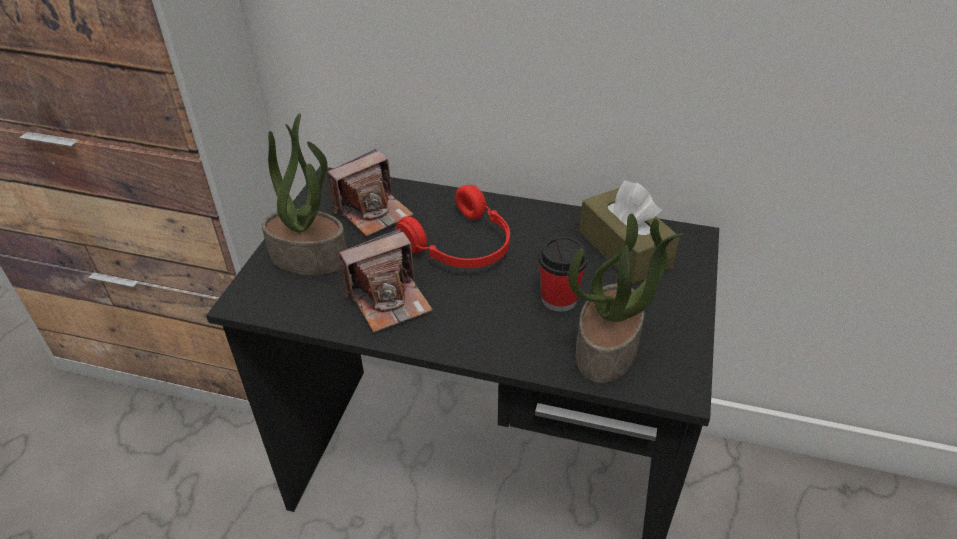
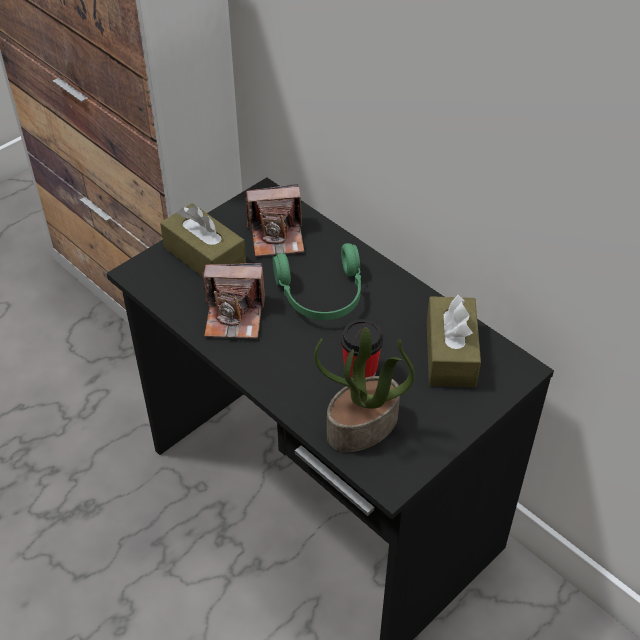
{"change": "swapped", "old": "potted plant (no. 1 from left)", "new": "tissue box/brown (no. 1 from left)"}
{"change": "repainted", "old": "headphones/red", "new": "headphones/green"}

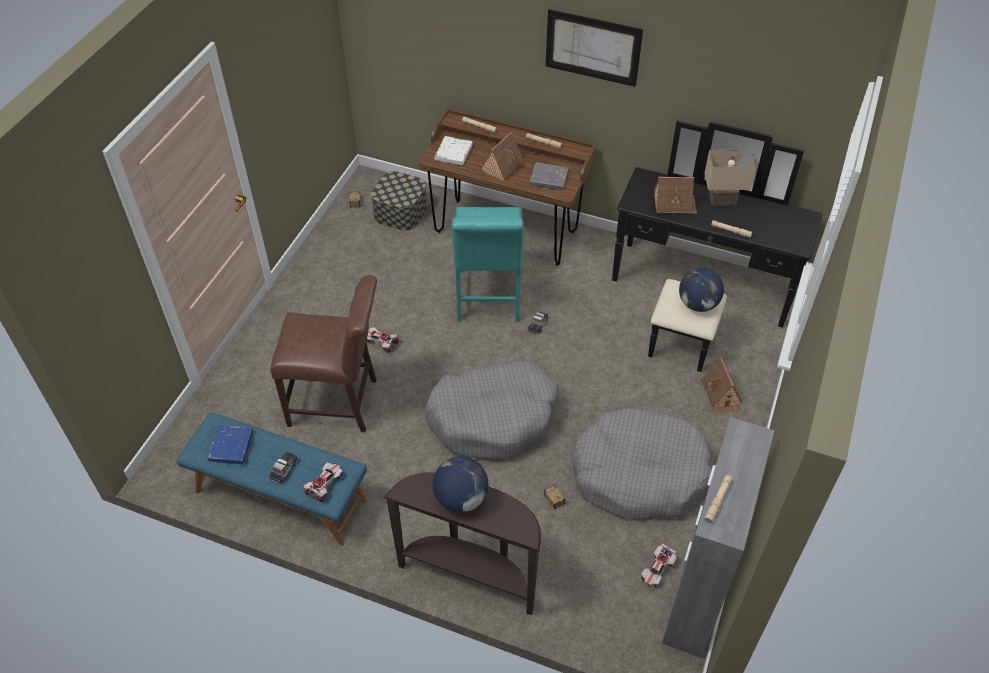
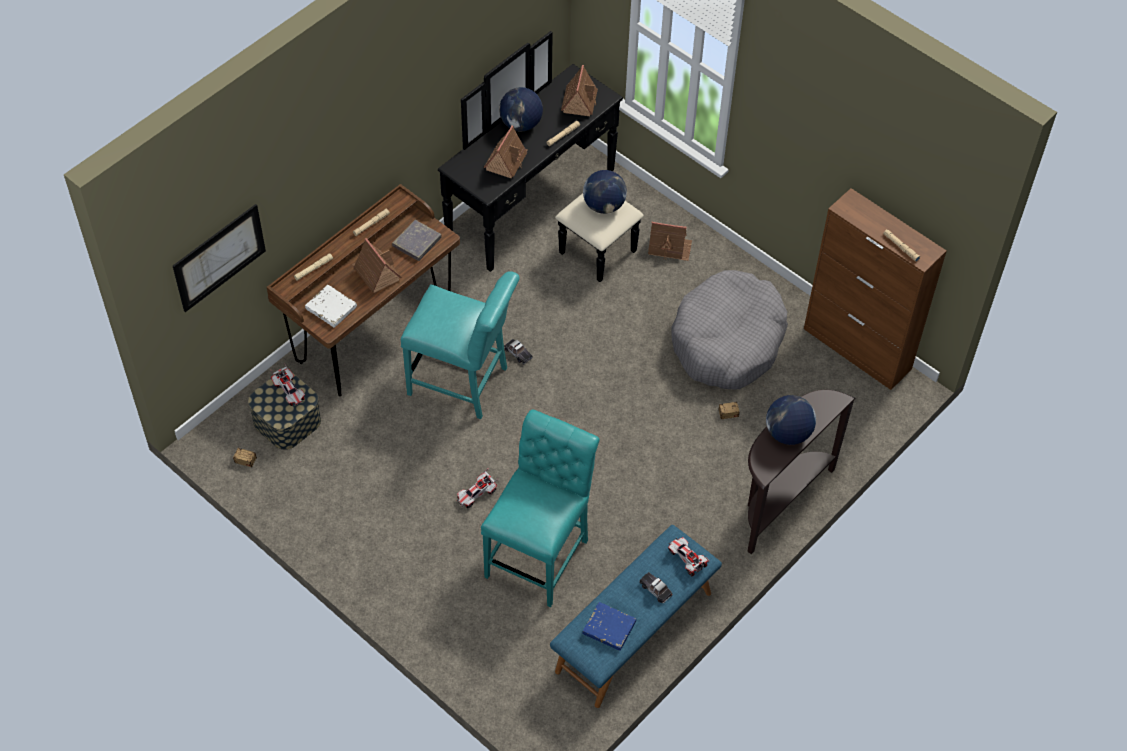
{"change": "shifted", "old": "picture"}
{"change": "swapped", "old": "table lamp/beige", "new": "globe (no. 1 from left)"}
{"change": "repainted", "old": "chair/brown", "new": "chair/turquoise (no. 2 from left)"}
{"change": "gone", "old": "dog bed/grey (no. 1 from left)"}
{"change": "repainted", "old": "cabinet/grey", "new": "cabinet/brown"}
{"change": "shifted", "old": "toy car (no. 5 from left in the first image)", "new": "toy car (no. 1 from left)"}
{"change": "new", "new": "toy house (no. 3 from left)"}

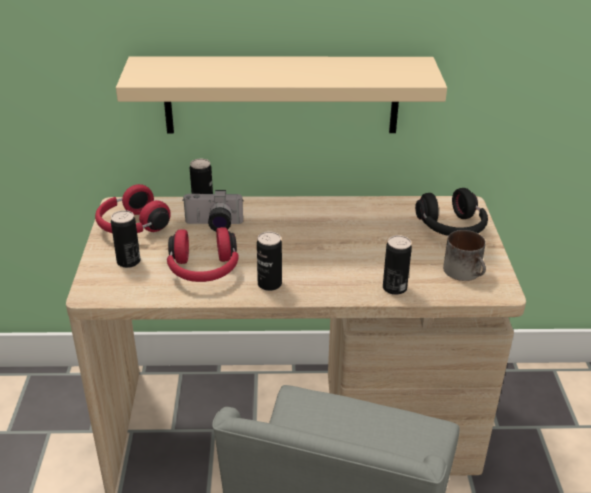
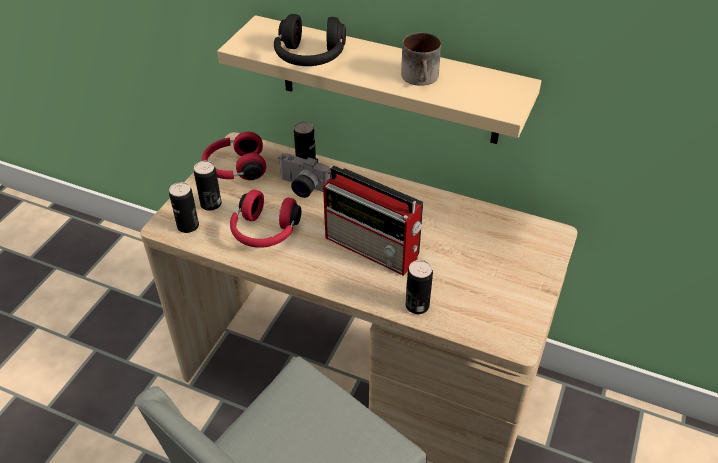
{"change": "shifted", "old": "headphones/black"}
{"change": "shifted", "old": "mug"}
{"change": "shifted", "old": "can (no. 3 from left in the first image)", "new": "can (no. 1 from left)"}
{"change": "new", "new": "radio"}

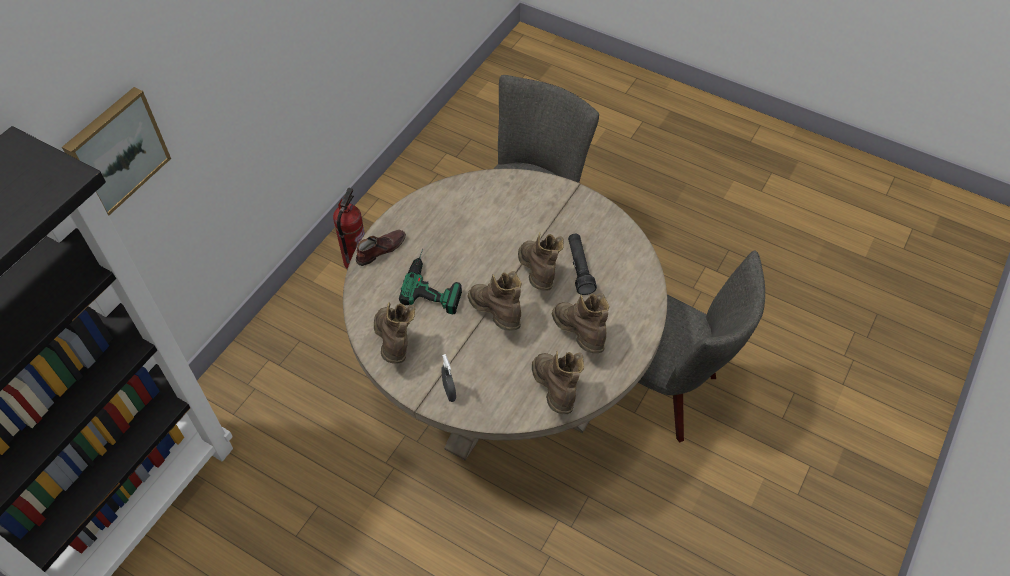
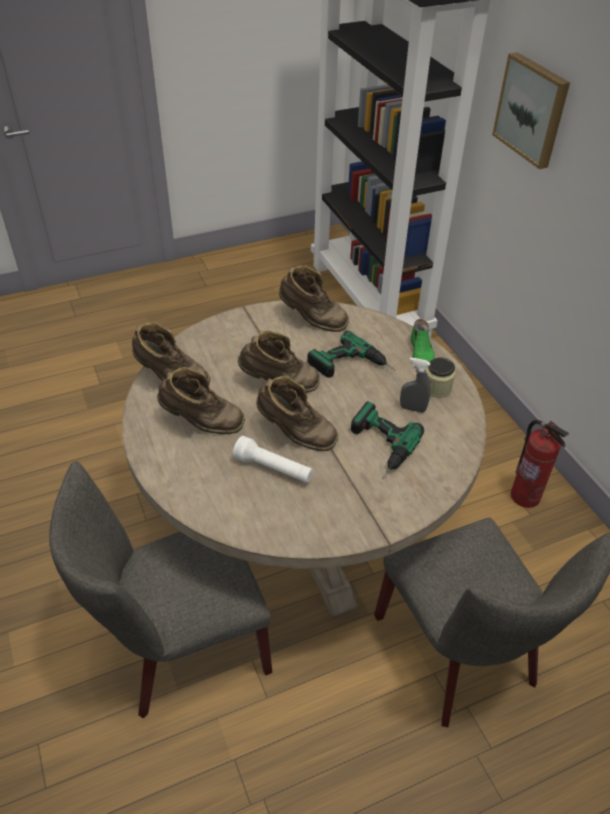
{"change": "repainted", "old": "shoe/brown", "new": "shoe/green"}
{"change": "repainted", "old": "flashlight/black", "new": "flashlight/white"}
{"change": "shifted", "old": "spray bottle/grey"}
{"change": "new", "new": "jar"}
{"change": "new", "new": "power drill (no. 2 from left)"}

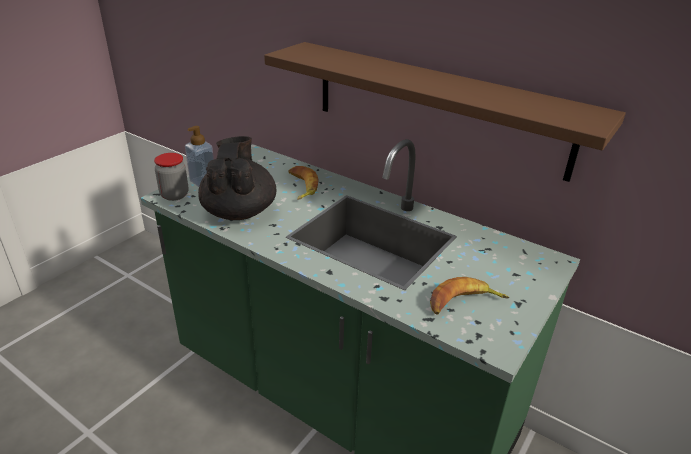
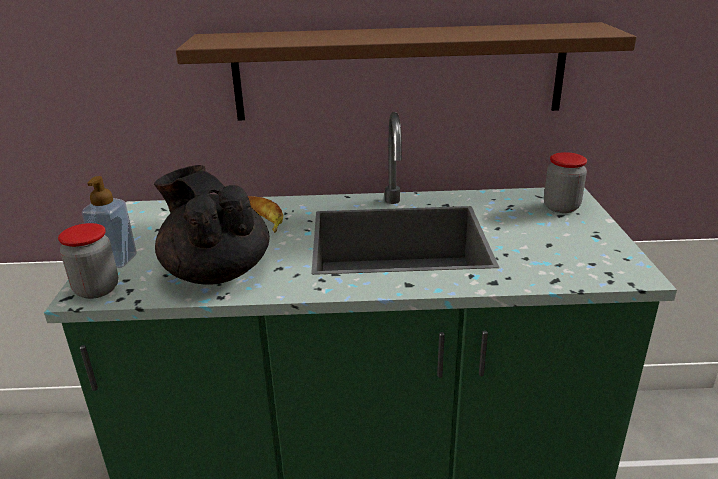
{"change": "gone", "old": "banana (no. 2 from left)"}
{"change": "new", "new": "jar (no. 2 from left)"}

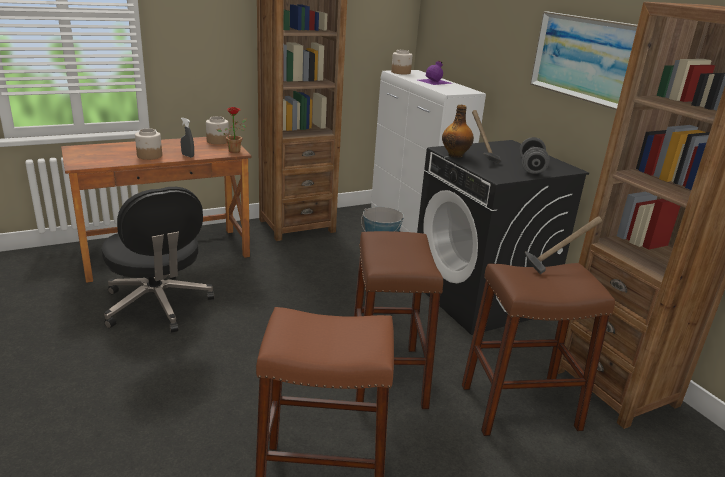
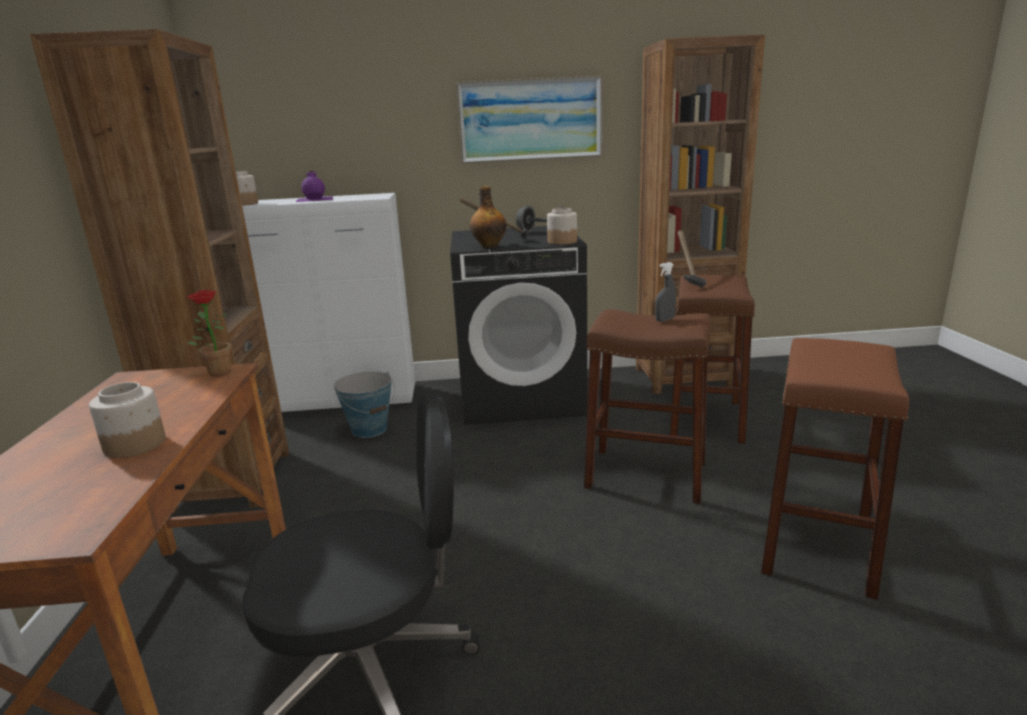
{"change": "shifted", "old": "jar (no. 2 from left in the first image)", "new": "jar (no. 3 from left)"}
{"change": "shifted", "old": "spray bottle/grey"}

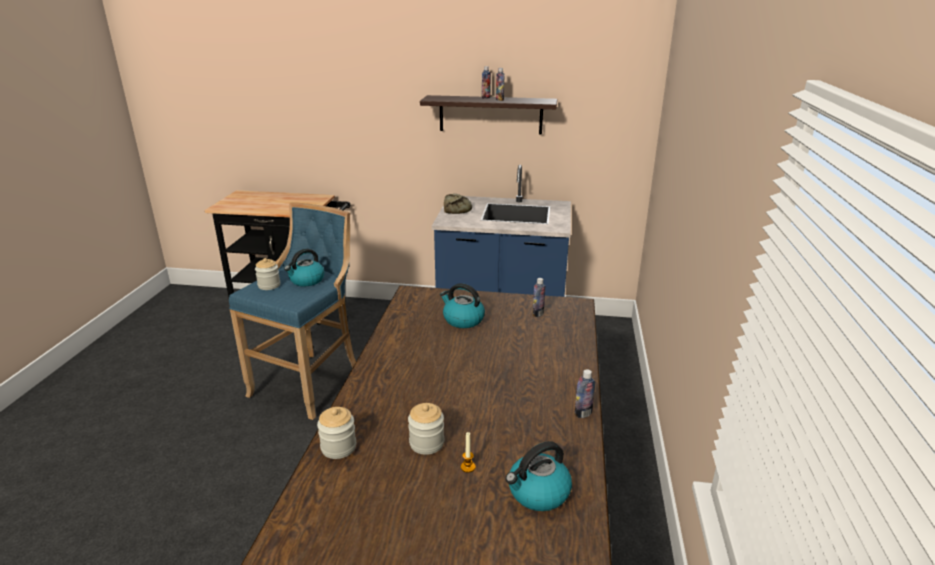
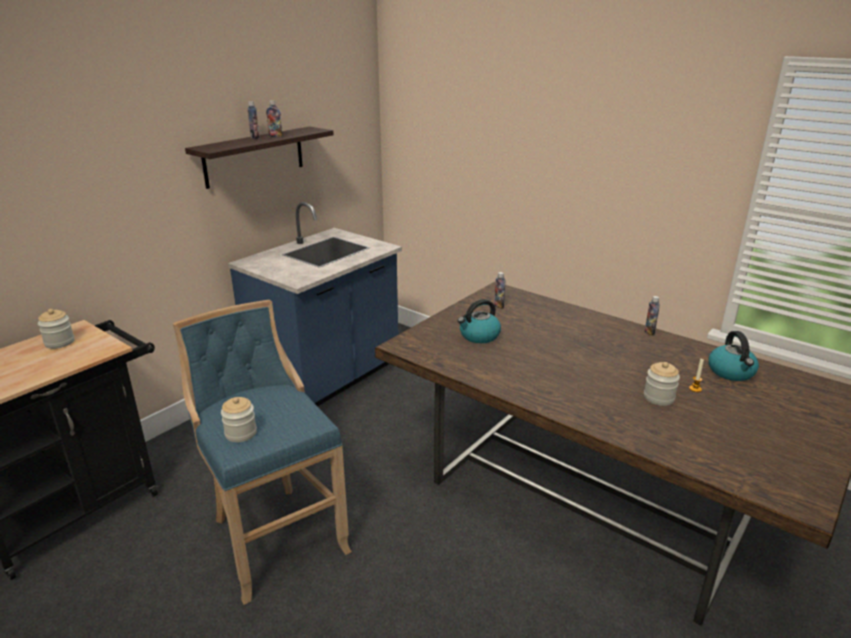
{"change": "gone", "old": "bread"}
{"change": "gone", "old": "kettle (no. 1 from left)"}
{"change": "shifted", "old": "jar (no. 2 from left in the first image)", "new": "jar (no. 1 from left)"}

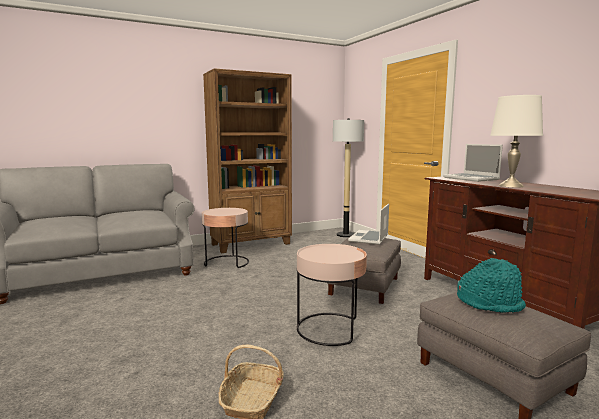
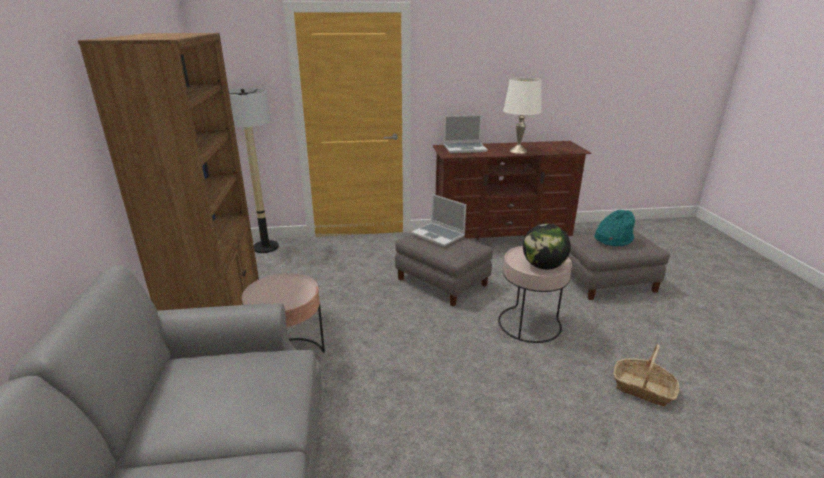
{"change": "new", "new": "globe"}

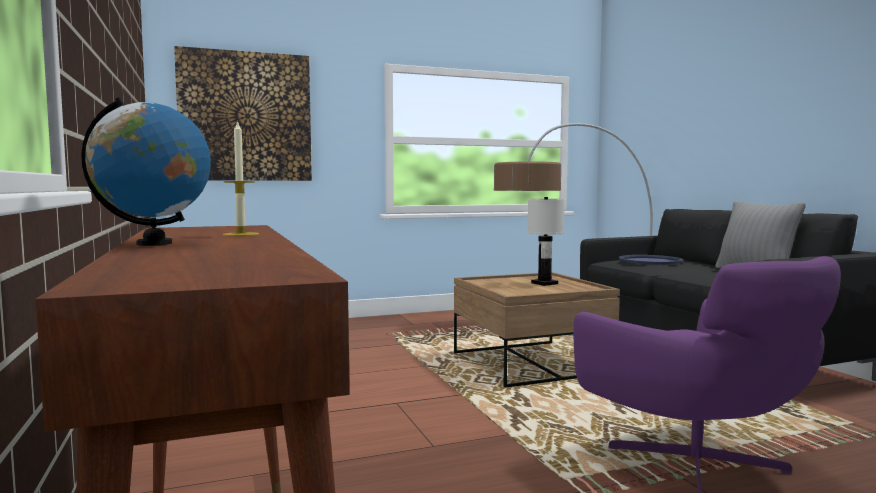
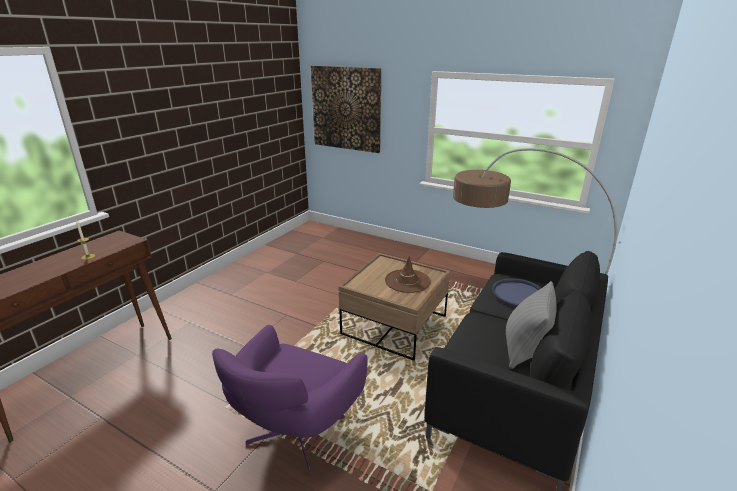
{"change": "gone", "old": "globe"}
{"change": "swapped", "old": "table lamp/white", "new": "hat/brown"}

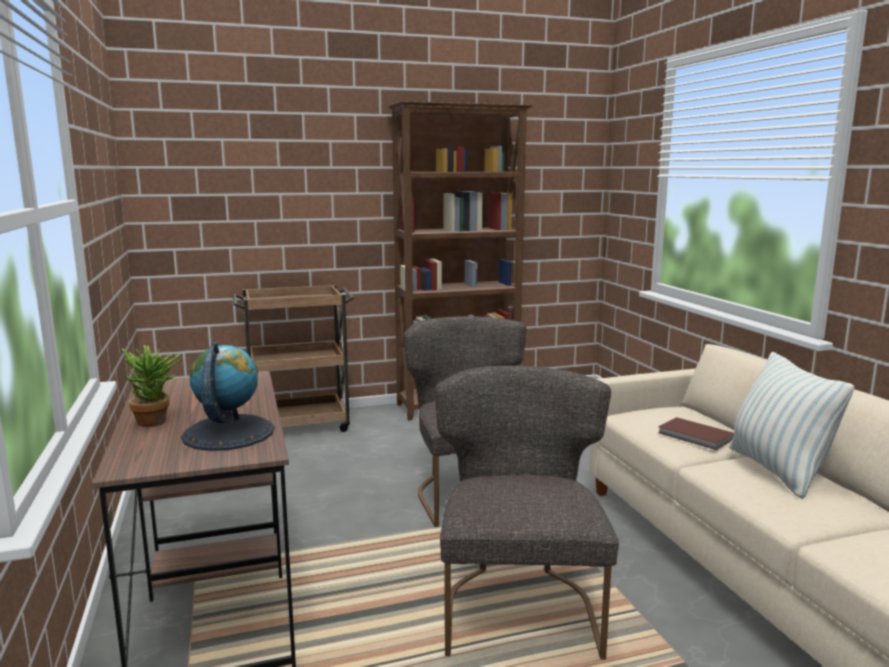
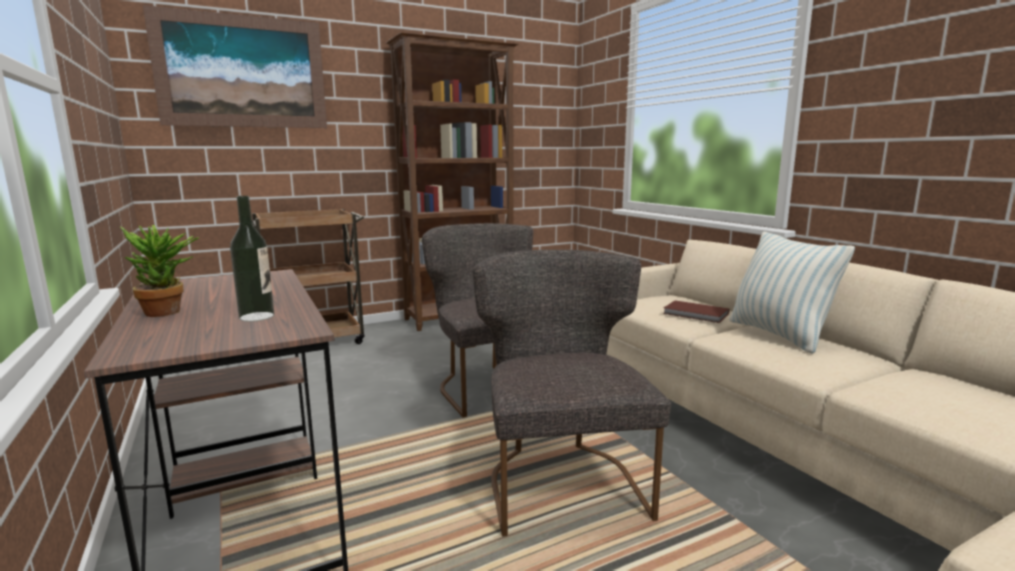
{"change": "swapped", "old": "globe", "new": "bottle"}
{"change": "new", "new": "picture"}

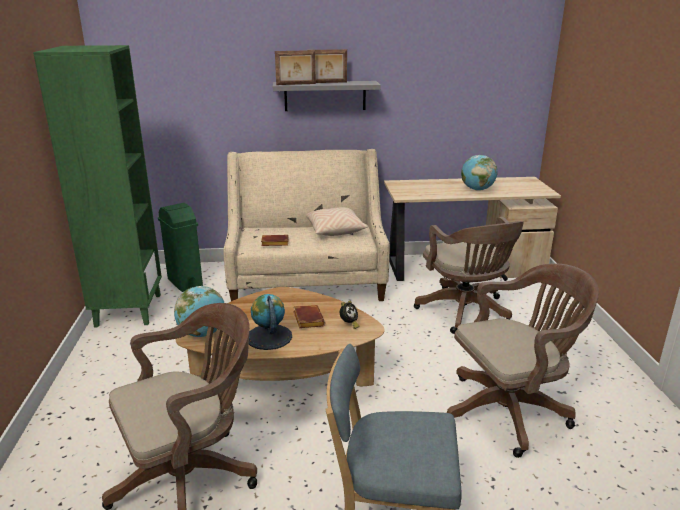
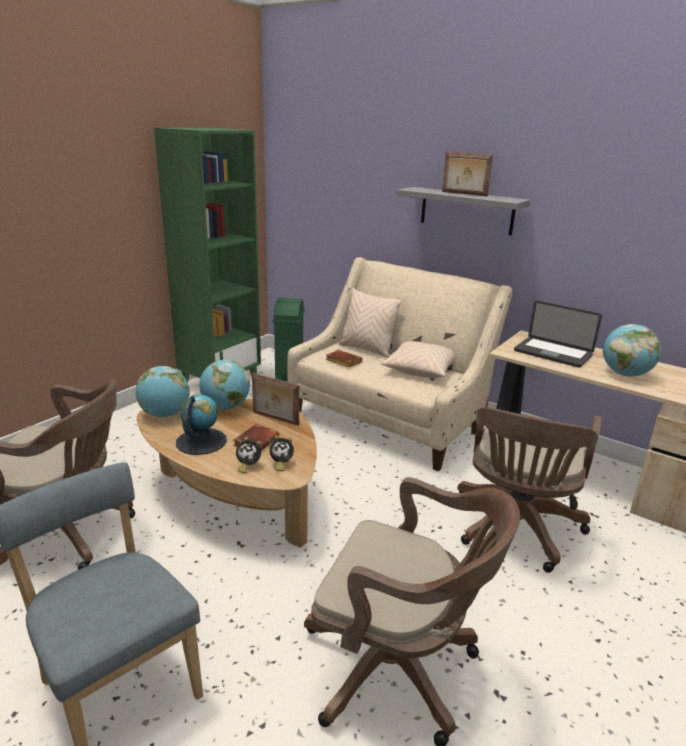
{"change": "shifted", "old": "picture frame (no. 1 from left)"}
{"change": "new", "new": "pillow/beige (no. 1 from left)"}
{"change": "new", "new": "laptop"}
{"change": "new", "new": "globe (no. 3 from left)"}
{"change": "new", "new": "alarm clock (no. 1 from left)"}

